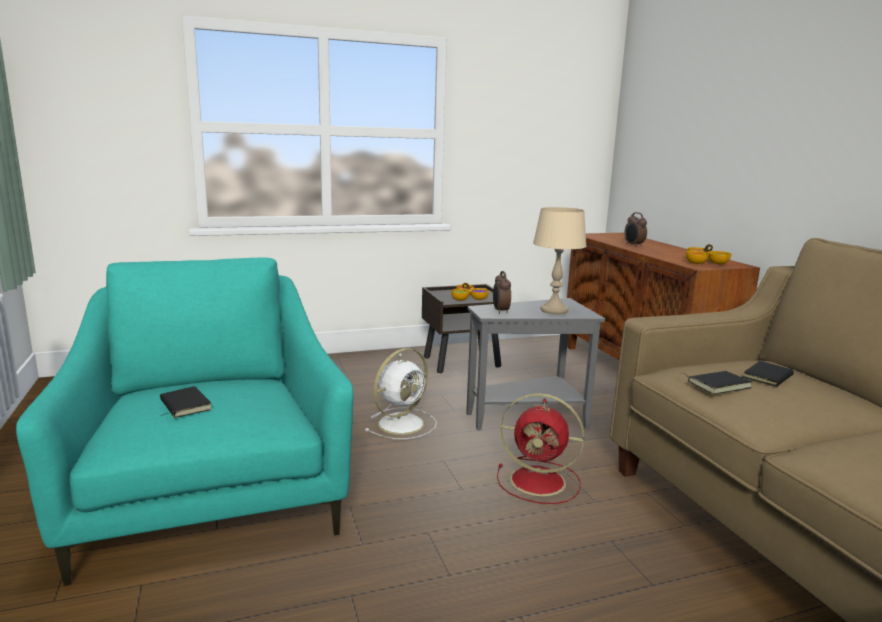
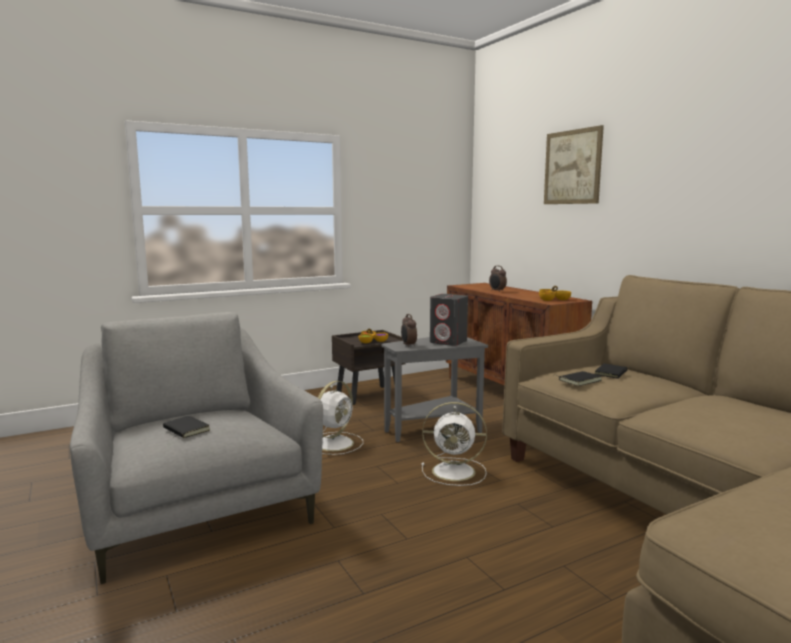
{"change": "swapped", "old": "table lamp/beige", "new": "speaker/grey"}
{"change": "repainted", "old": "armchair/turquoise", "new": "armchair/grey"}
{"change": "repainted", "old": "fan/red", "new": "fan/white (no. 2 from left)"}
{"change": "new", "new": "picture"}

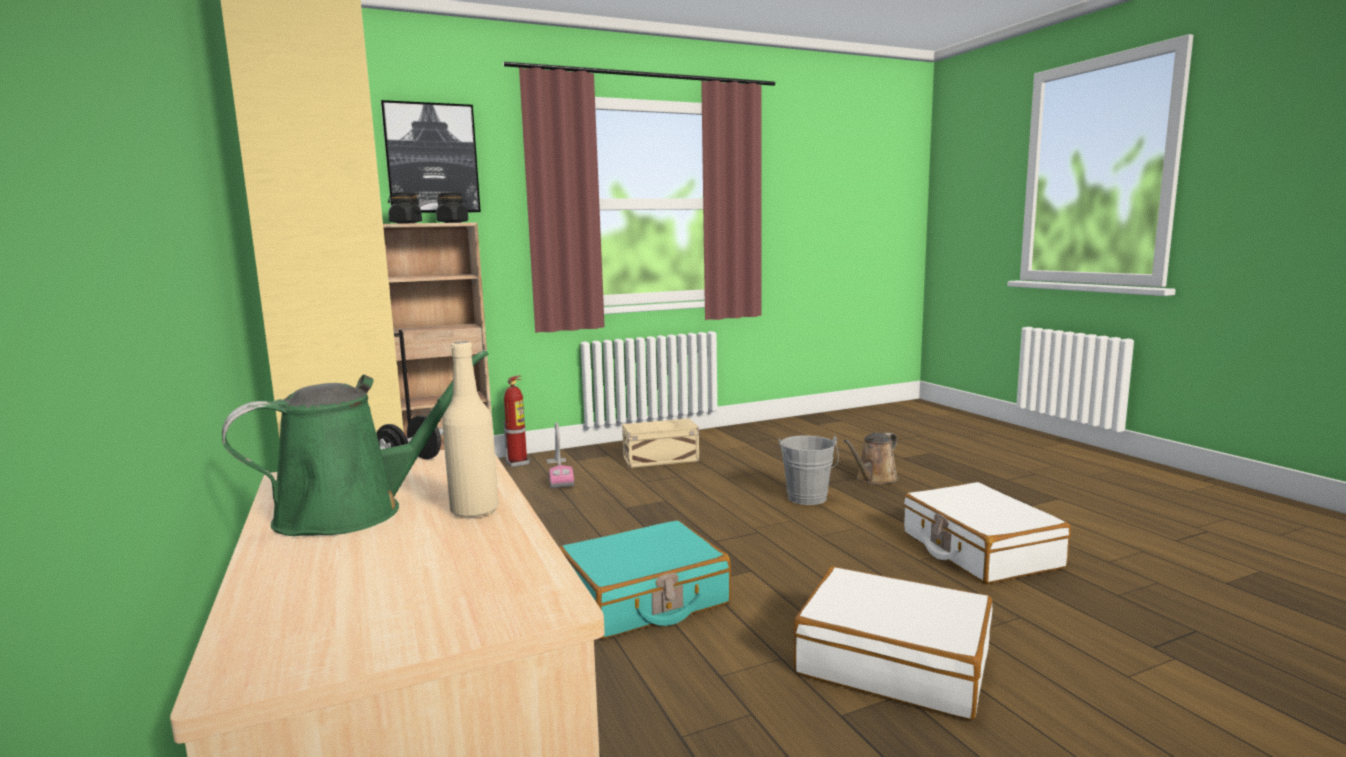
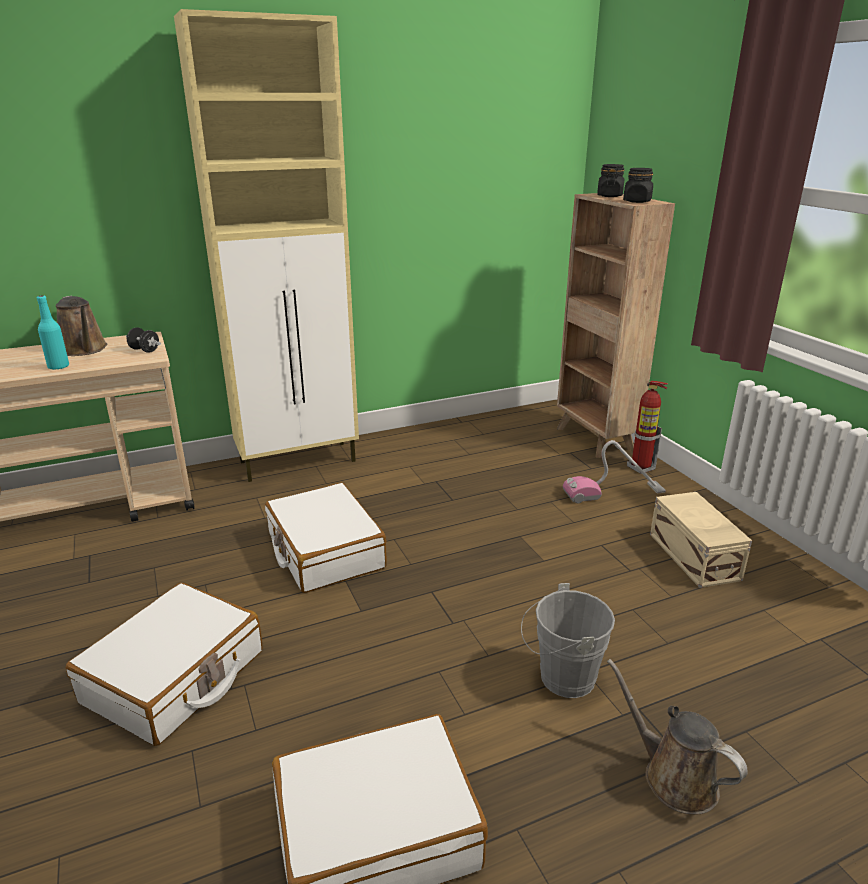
{"change": "gone", "old": "picture"}
{"change": "repainted", "old": "bottle/beige", "new": "bottle/turquoise"}
{"change": "repainted", "old": "watering can/green", "new": "watering can/brown (no. 1 from left)"}
{"change": "repainted", "old": "suitcase/turquoise", "new": "suitcase/white (no. 2 from left)"}

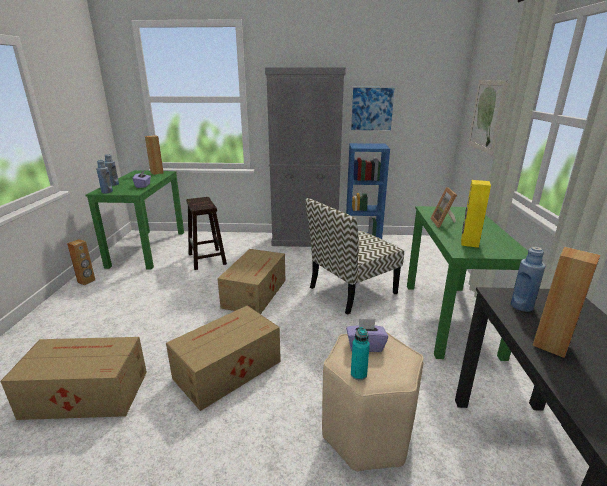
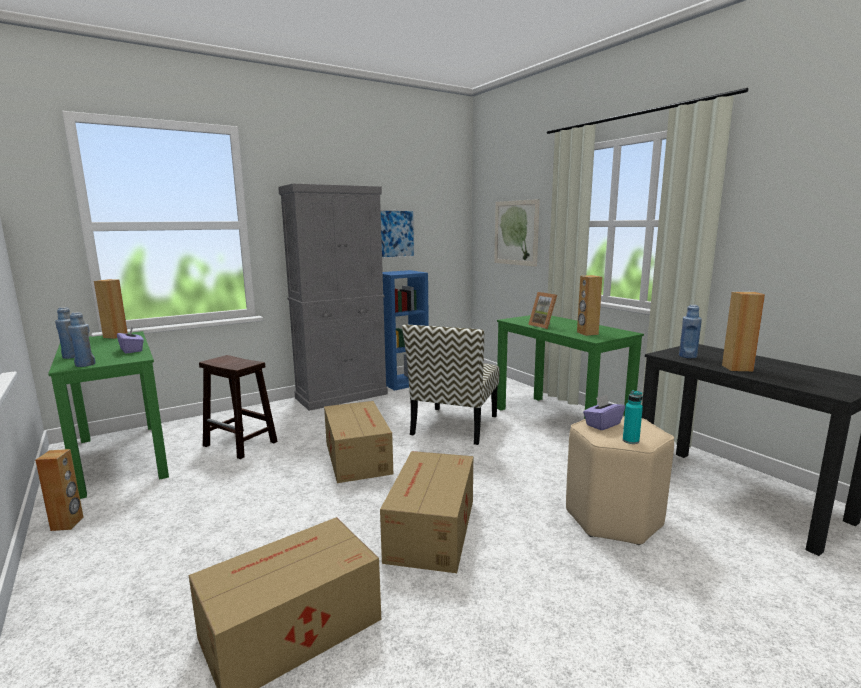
{"change": "repainted", "old": "speaker/yellow", "new": "speaker/brown (no. 3 from left)"}

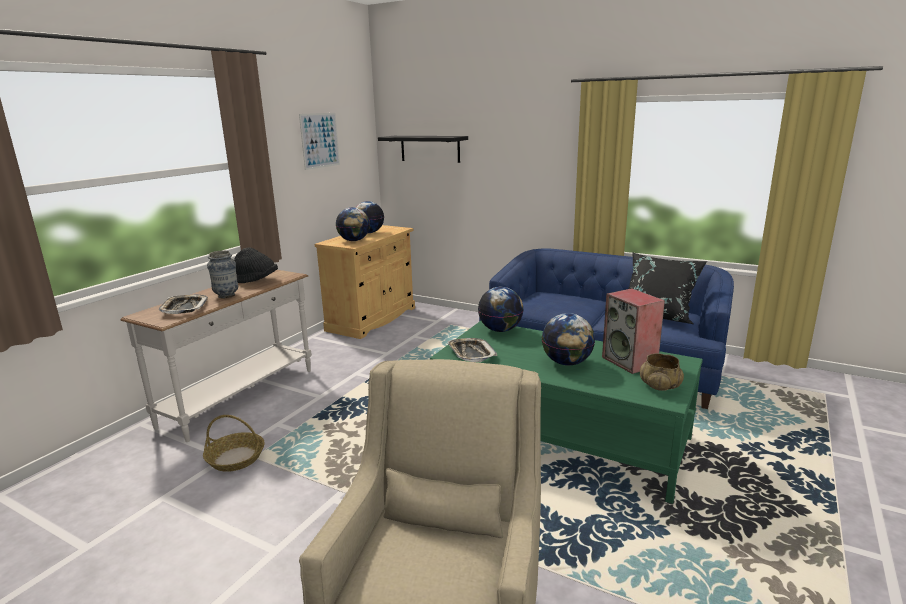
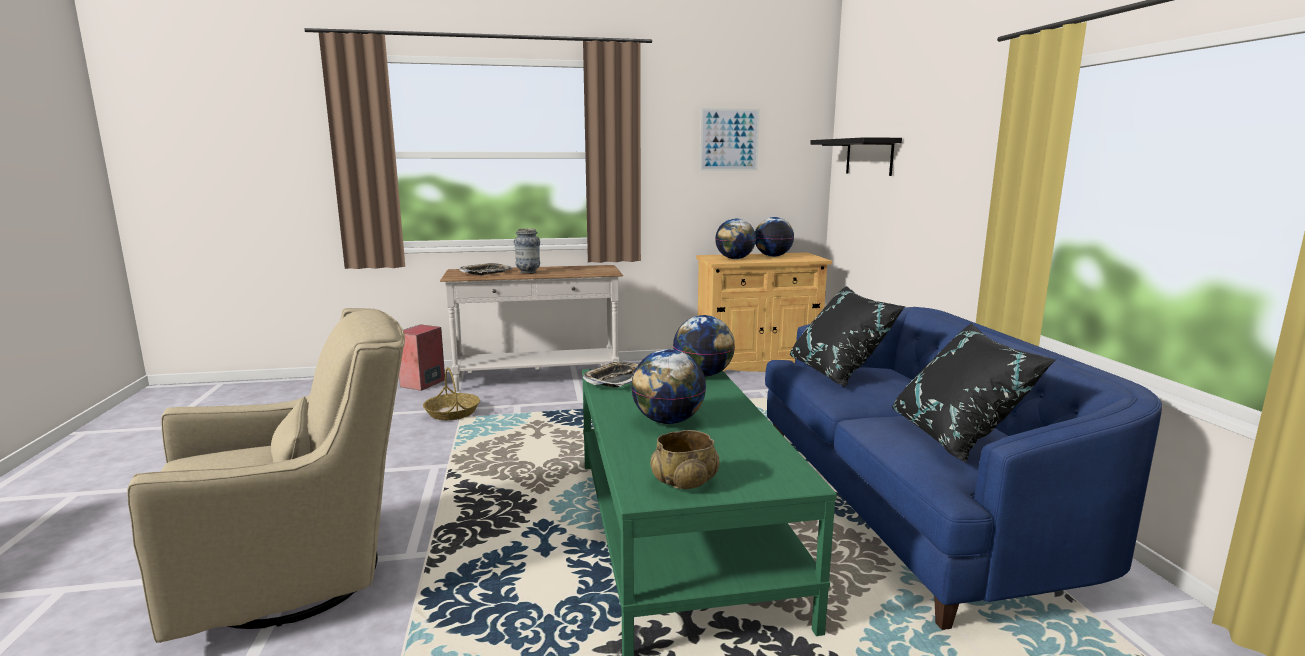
{"change": "gone", "old": "hat/black"}
{"change": "shifted", "old": "speaker"}
{"change": "new", "new": "pillow/black (no. 1 from left)"}

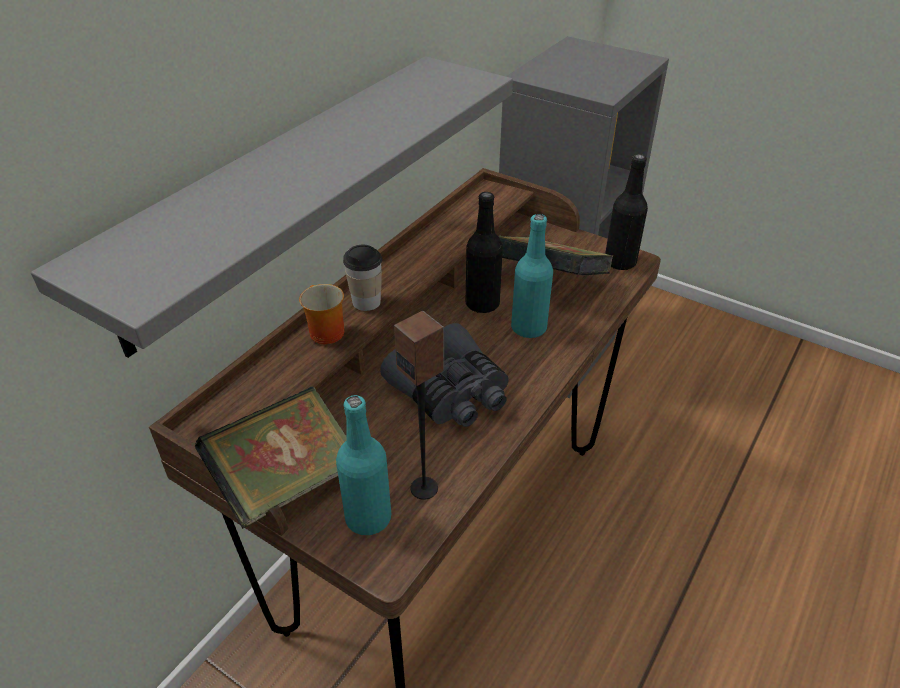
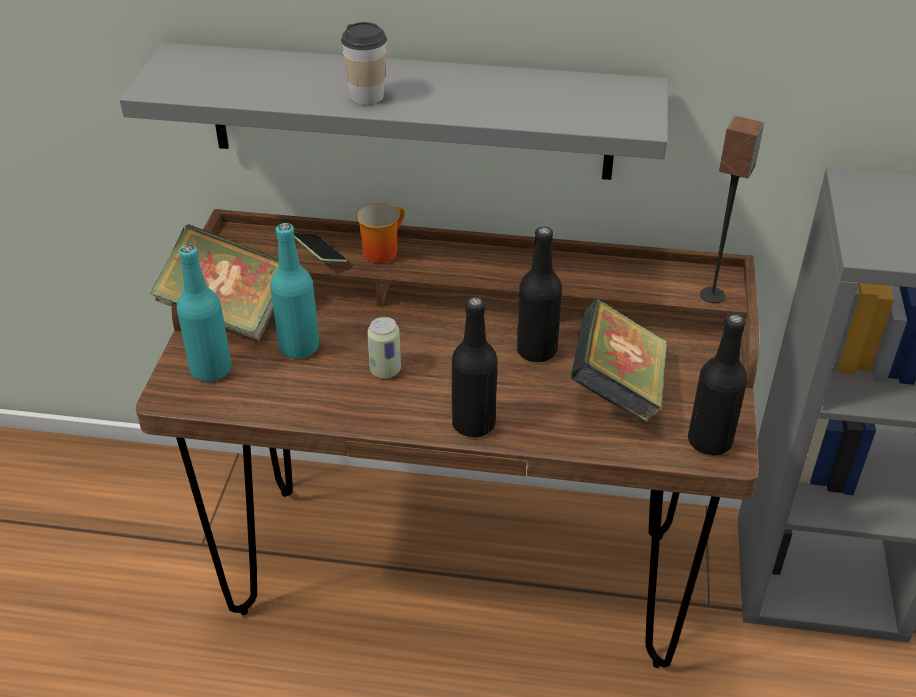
{"change": "shifted", "old": "bottle/turquoise (no. 2 from left)"}
{"change": "shifted", "old": "cup"}
{"change": "shifted", "old": "speaker"}
{"change": "swapped", "old": "binoculars/grey", "new": "can"}
{"change": "new", "new": "phone"}
{"change": "new", "new": "bottle/black (no. 1 from left)"}

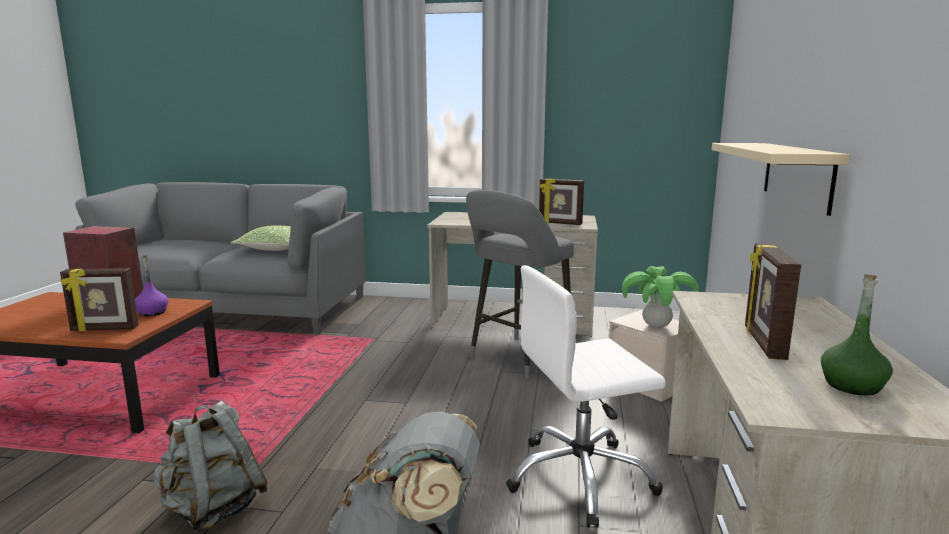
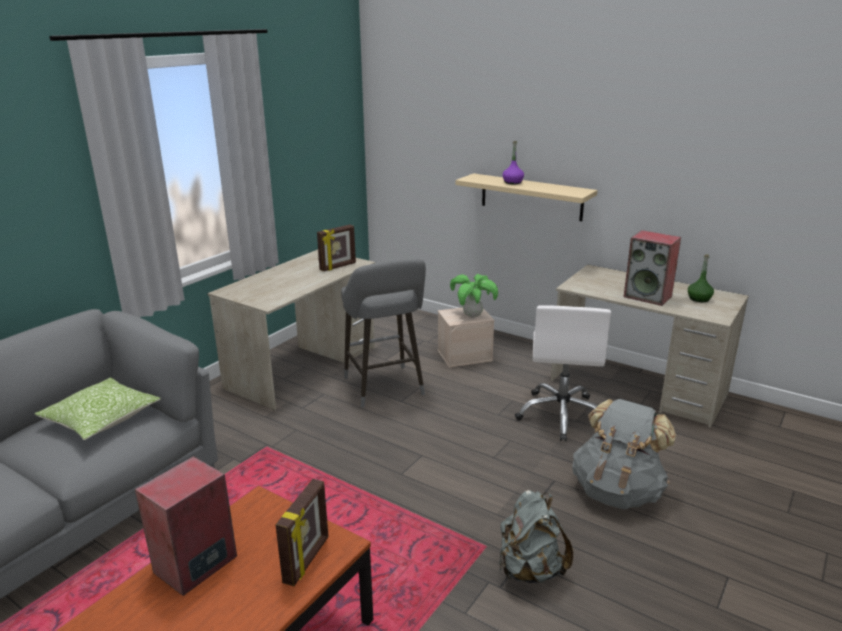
{"change": "swapped", "old": "picture frame (no. 3 from left)", "new": "speaker (no. 2 from left)"}
{"change": "shifted", "old": "bottle/purple"}

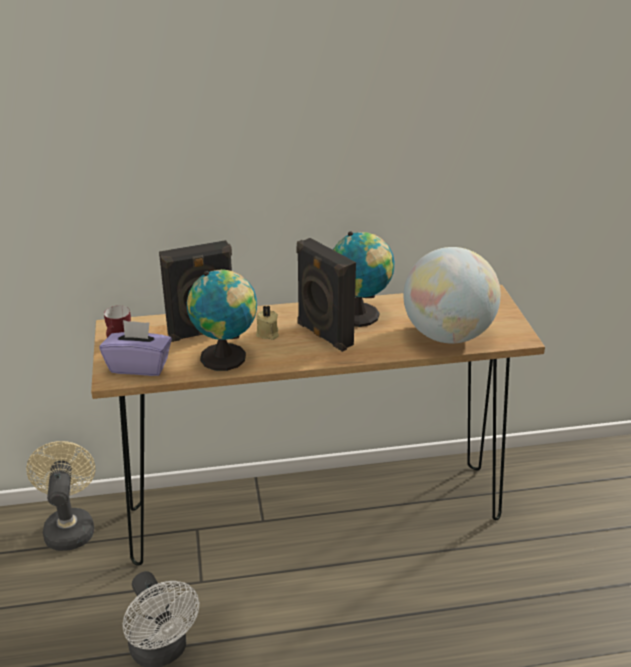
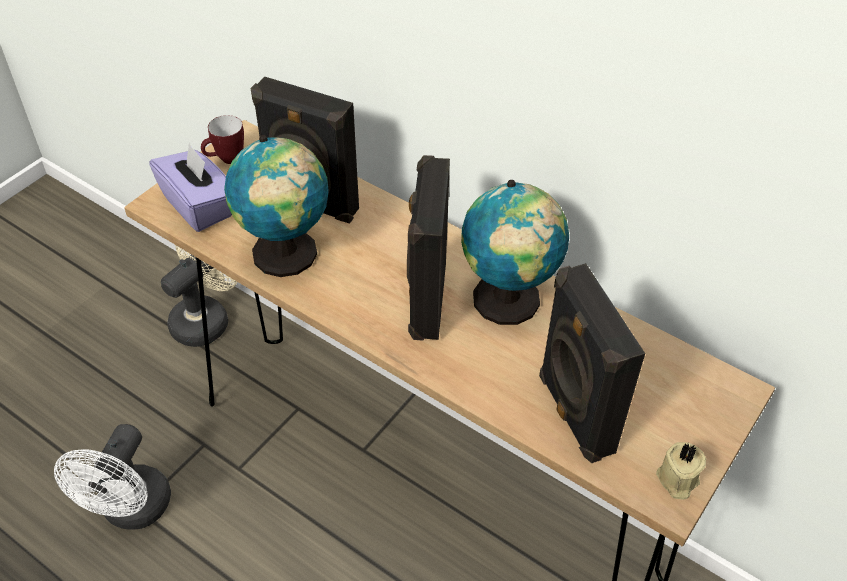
{"change": "swapped", "old": "globe (no. 3 from left)", "new": "speaker/black (no. 3 from left)"}
{"change": "shifted", "old": "candle/beige"}

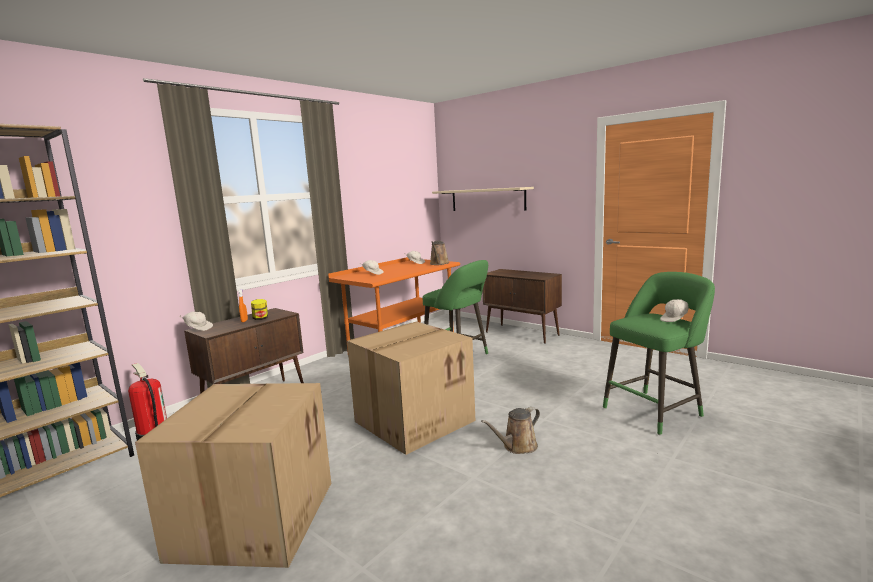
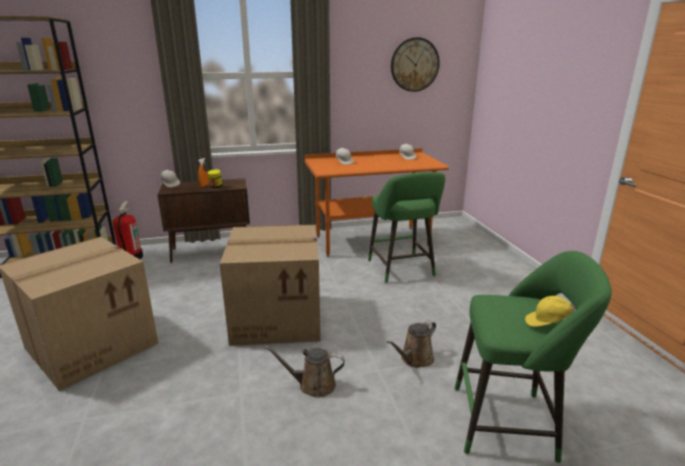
{"change": "gone", "old": "shelf/beige"}
{"change": "shifted", "old": "watering can/brown (no. 1 from left in the first image)", "new": "watering can/brown (no. 2 from left)"}
{"change": "gone", "old": "cabinet/brown (no. 2 from left)"}
{"change": "repainted", "old": "cap/white (no. 4 from left)", "new": "cap/yellow"}
{"change": "new", "new": "wall clock"}

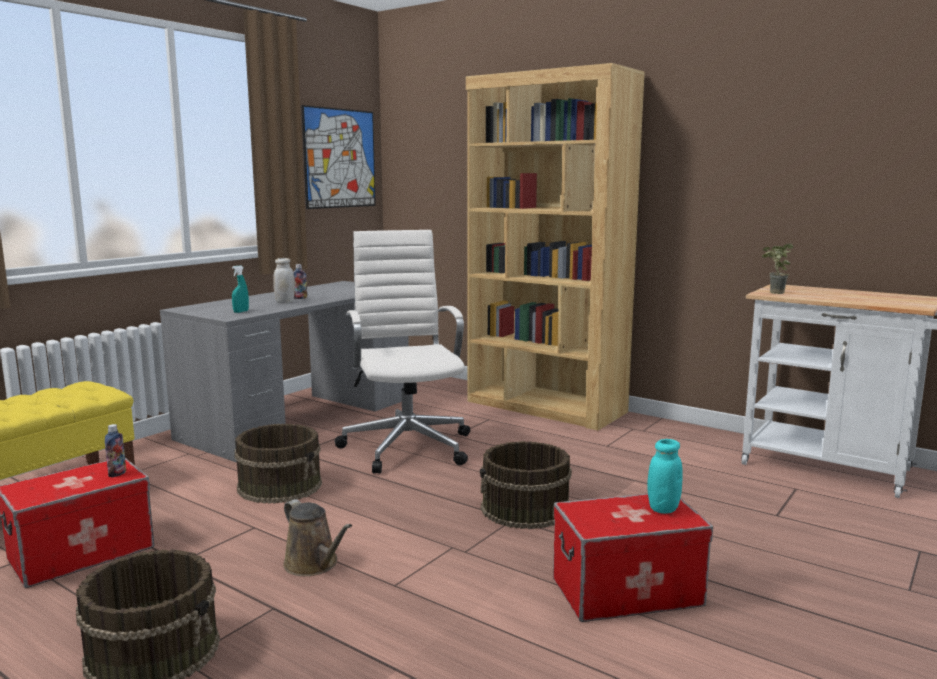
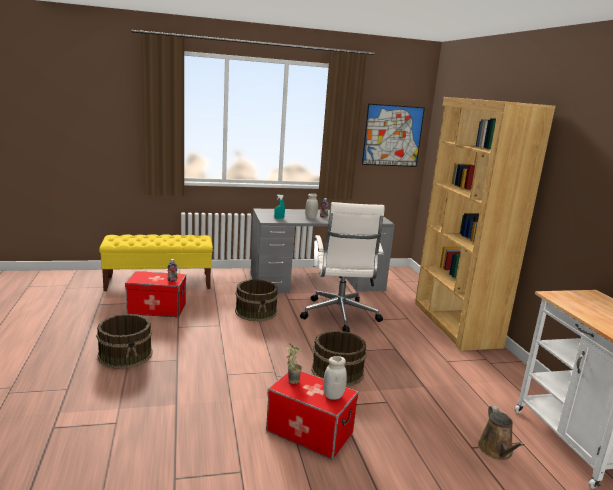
{"change": "rotated", "old": "office chair/white", "degrees": 150}
{"change": "shifted", "old": "potted plant"}
{"change": "repainted", "old": "jar/turquoise", "new": "jar/white (no. 2 from left)"}
{"change": "shifted", "old": "watering can/brown"}

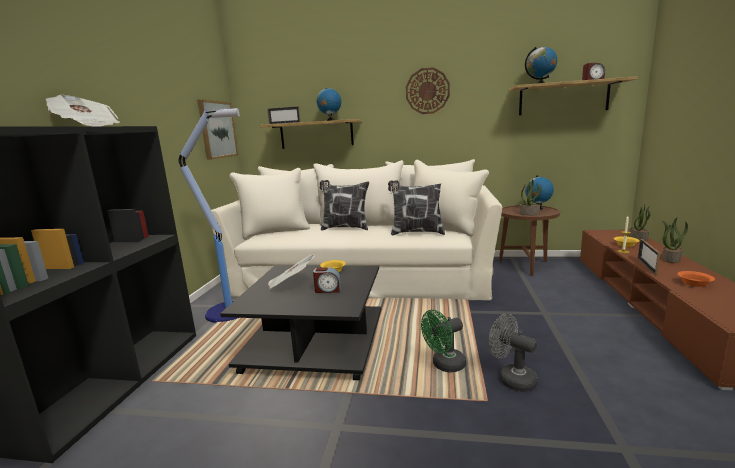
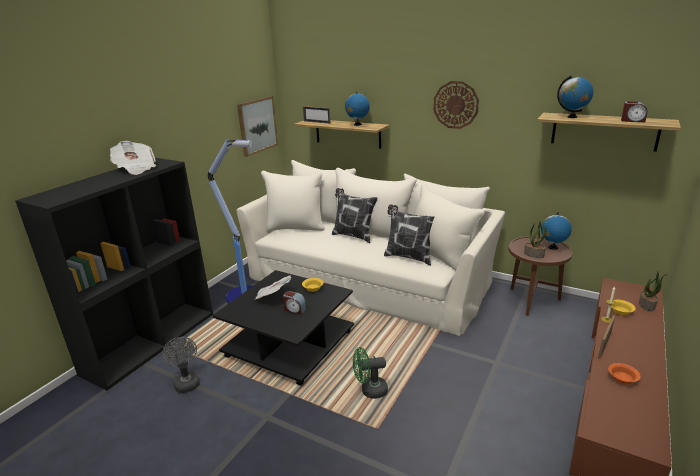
{"change": "gone", "old": "potted plant (no. 3 from left)"}
{"change": "shifted", "old": "fan/grey"}

